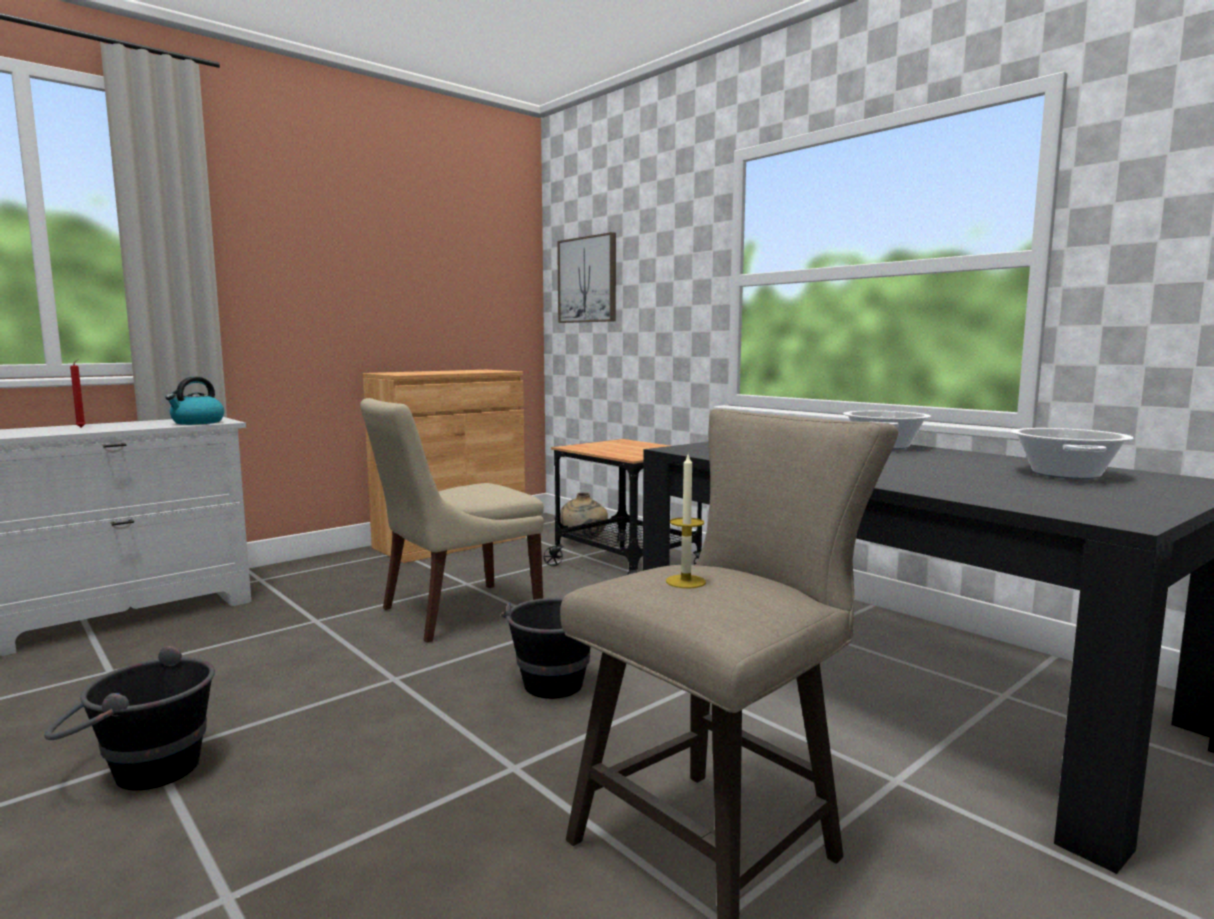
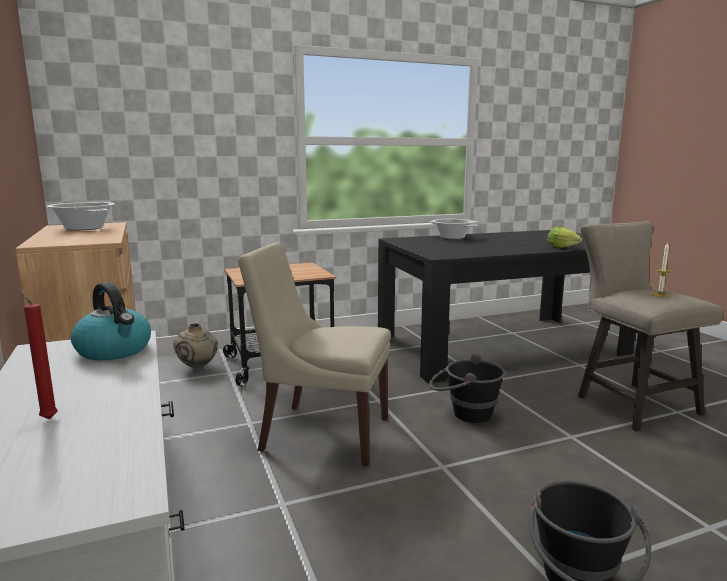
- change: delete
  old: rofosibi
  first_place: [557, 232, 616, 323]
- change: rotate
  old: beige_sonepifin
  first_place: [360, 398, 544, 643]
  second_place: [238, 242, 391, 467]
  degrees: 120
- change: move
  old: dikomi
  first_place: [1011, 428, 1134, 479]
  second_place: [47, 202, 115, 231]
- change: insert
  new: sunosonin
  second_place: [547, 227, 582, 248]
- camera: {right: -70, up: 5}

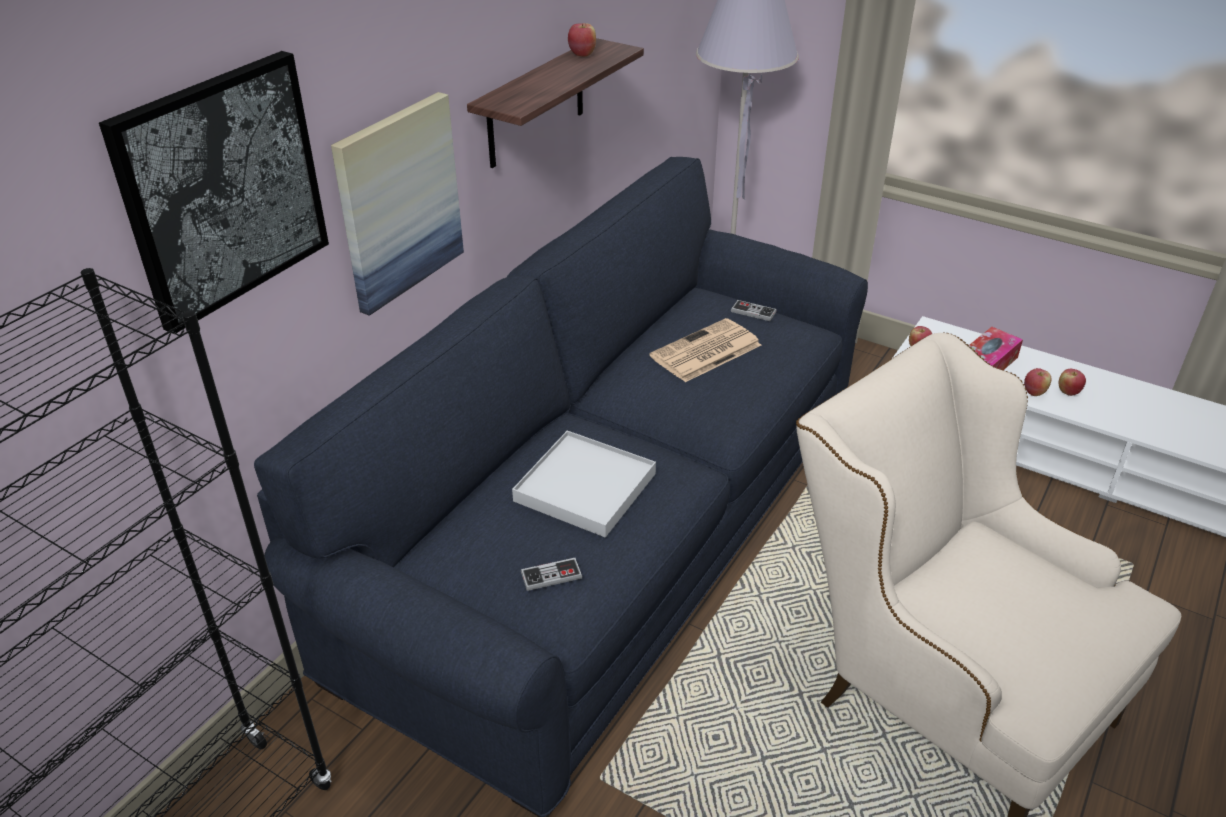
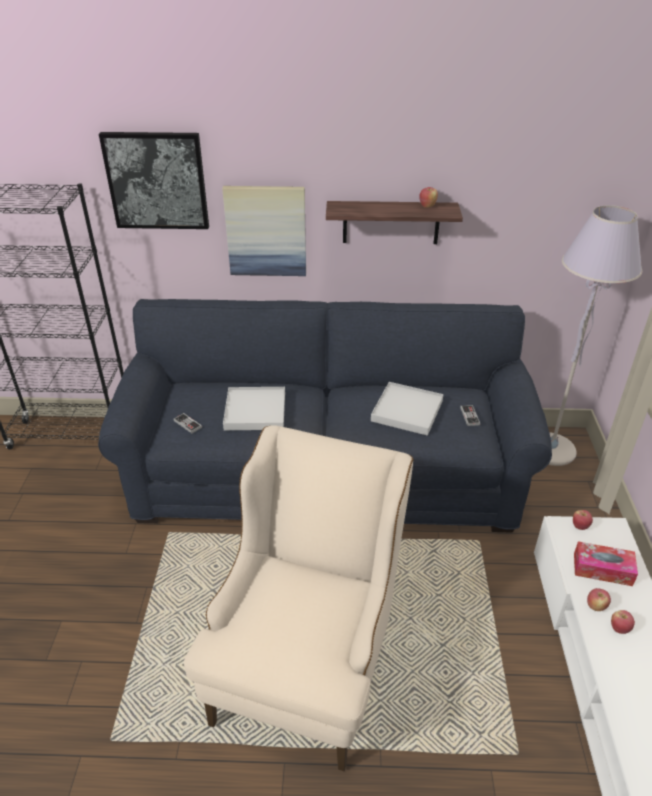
- change: replace
  old: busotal
  new: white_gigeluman
  first_place: [650, 318, 761, 382]
  second_place: [371, 382, 444, 436]
- camera: {right: 60, up: 0}

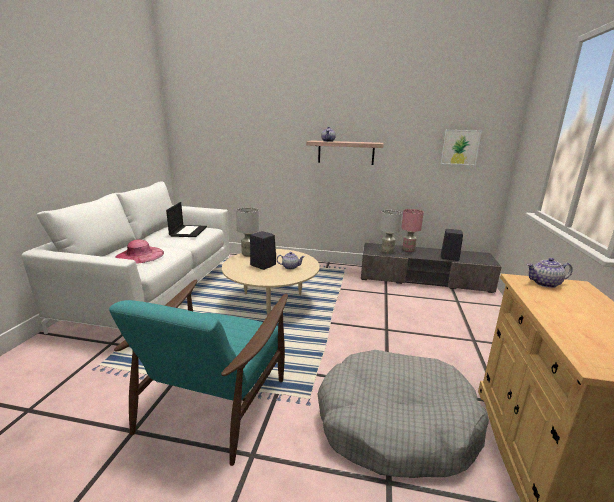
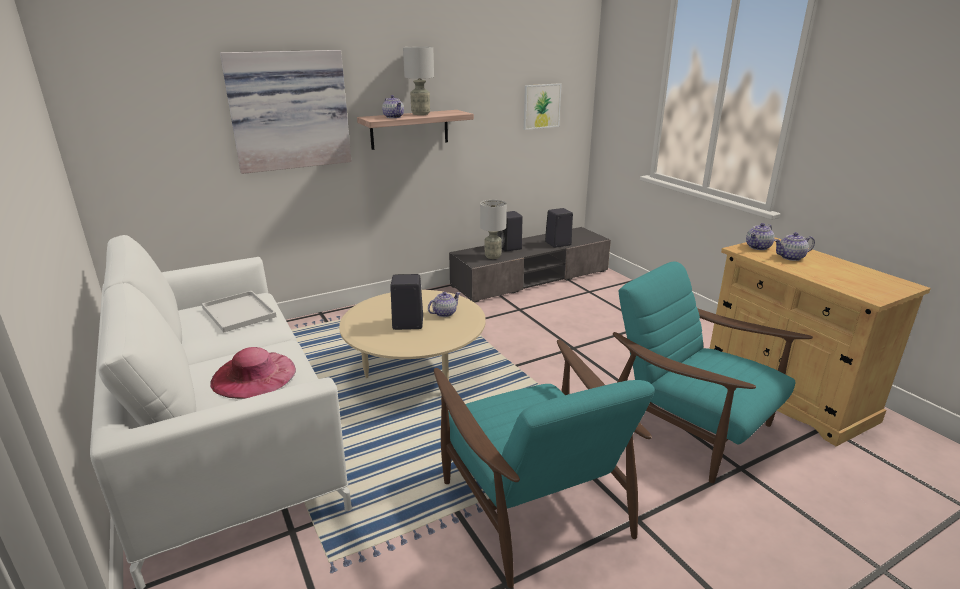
- change: replace
  old: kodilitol
  new: white_gigeluman
  first_place: [166, 202, 207, 237]
  second_place: [202, 291, 277, 332]
- change: move
  old: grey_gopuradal
  first_place: [236, 207, 259, 257]
  second_place: [403, 47, 434, 115]
- change: replace
  old: pink_gopuradal
  new: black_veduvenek
  first_place: [401, 209, 424, 252]
  second_place: [497, 211, 523, 252]
- change: replace
  old: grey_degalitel
  new: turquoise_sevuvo
  first_place: [317, 350, 489, 478]
  second_place: [613, 261, 813, 483]
- change: insert
  new: rofosibi
  second_place: [220, 50, 352, 174]
- change: insert
  new: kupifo
  second_place: [774, 232, 815, 261]
- camera: {right: -40, up: 5}

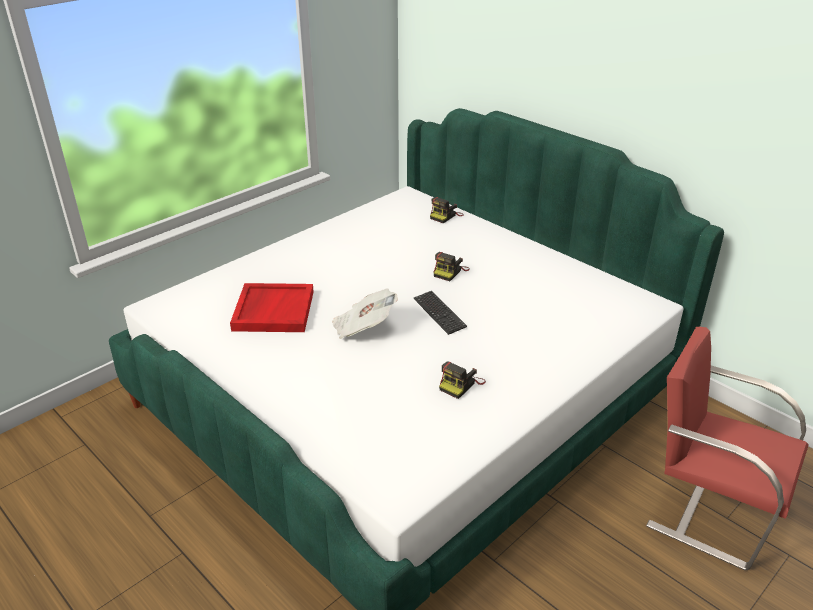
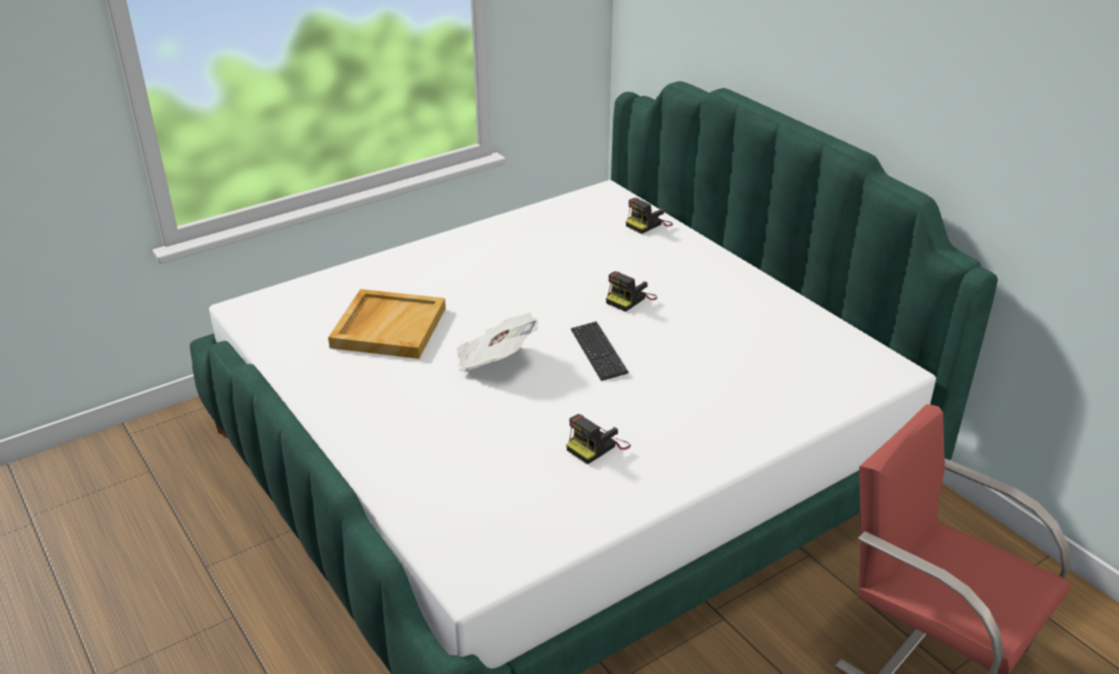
- change: recolor
  old: red_gigeluman
  new: beige_gigeluman
  first_place: [230, 283, 314, 332]
  second_place: [328, 289, 446, 359]
- camera: {right: 10, up: 0}

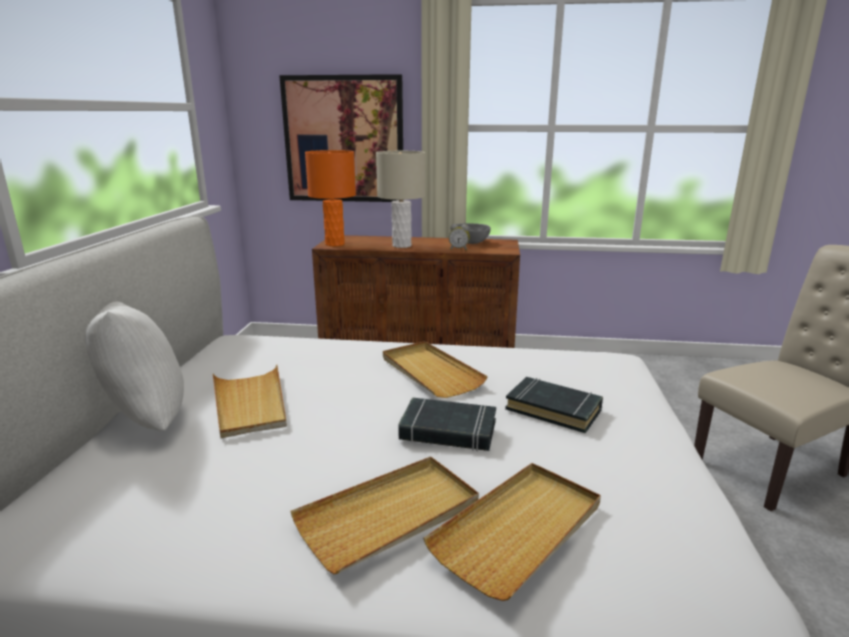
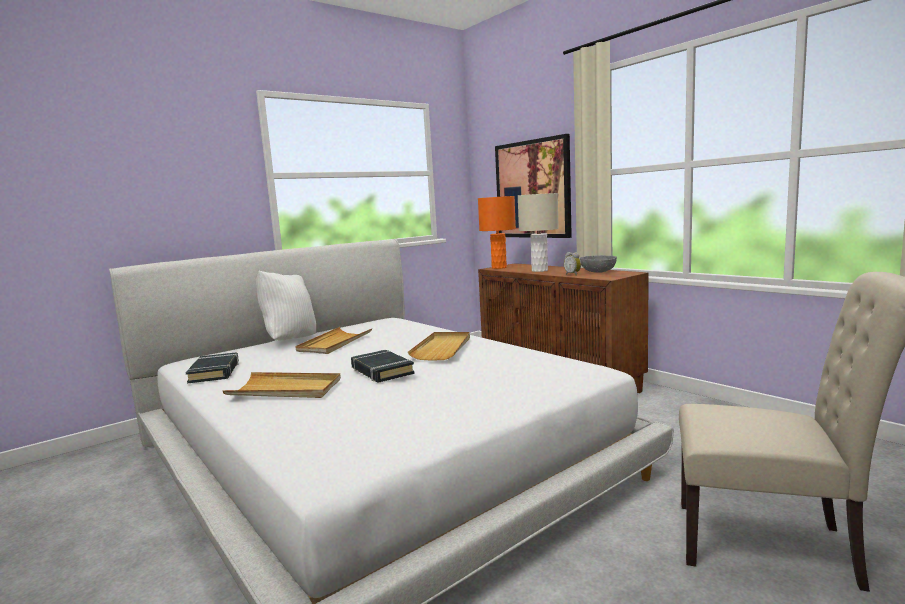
- change: move
  old: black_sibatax
  first_place: [505, 377, 603, 433]
  second_place: [186, 352, 239, 384]
- change: delete
  old: beige_gigeluman
  first_place: [423, 463, 601, 601]
- camera: {right: 45, up: -10}

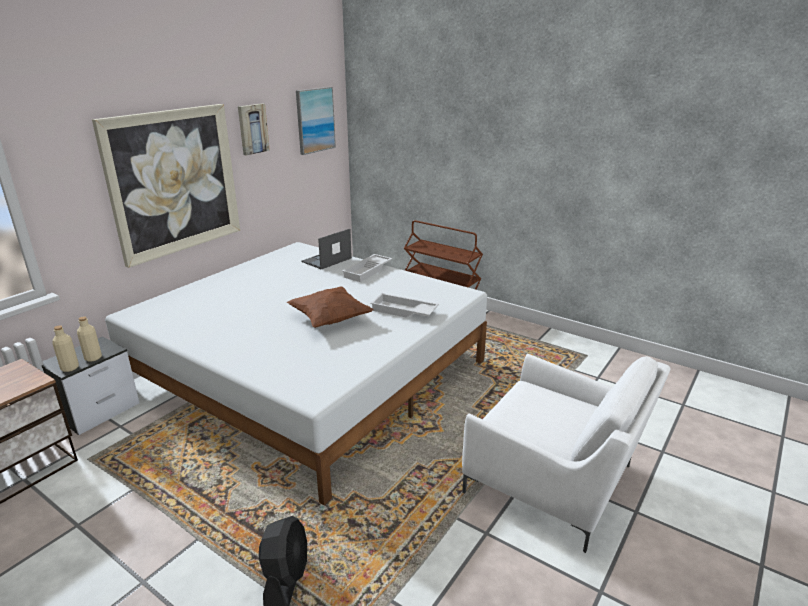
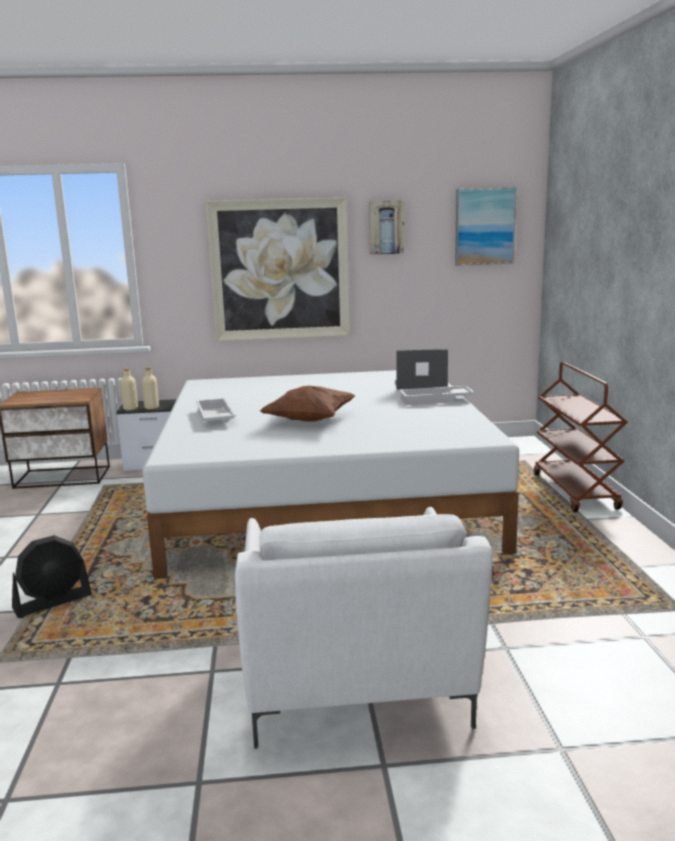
- change: move
  old: white_gigeluman
  first_place: [370, 293, 439, 318]
  second_place: [196, 398, 236, 421]
- camera: {right: 50, up: -10}

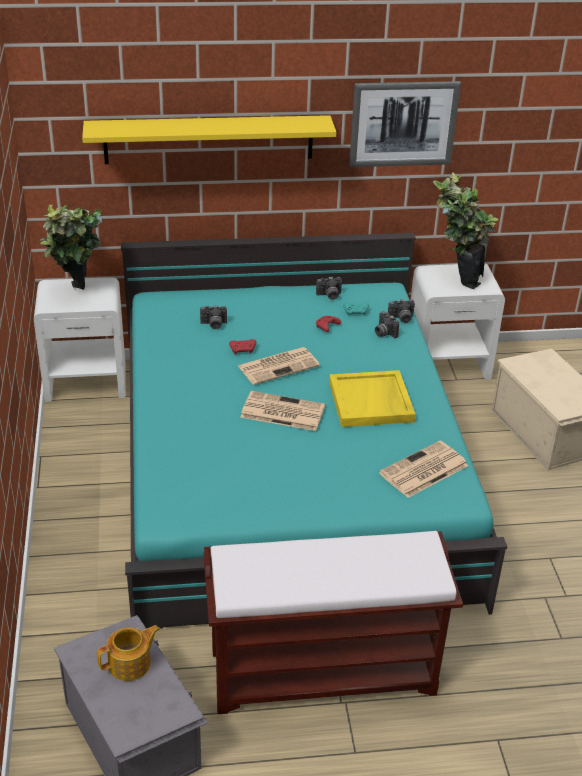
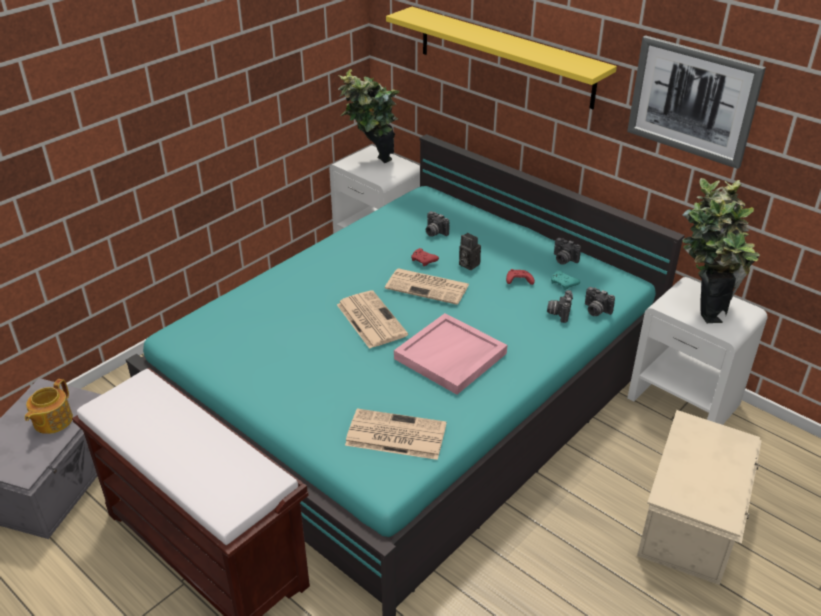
- change: recolor
  old: yellow_gigeluman
  new: pink_gigeluman
  first_place: [329, 370, 416, 427]
  second_place: [394, 313, 507, 395]
- change: rotate
  old: kupifo
  first_place: [97, 625, 160, 681]
  second_place: [25, 379, 73, 434]
  degrees: 90
- change: insert
  new: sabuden
  second_place: [459, 233, 481, 270]
- camera: {right: 50, up: 0}

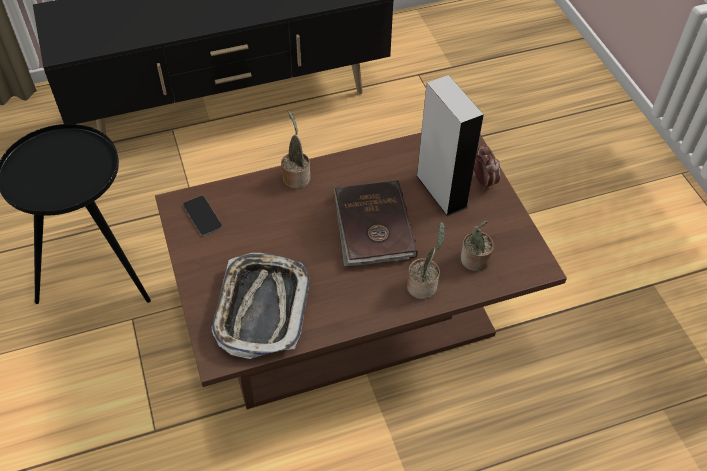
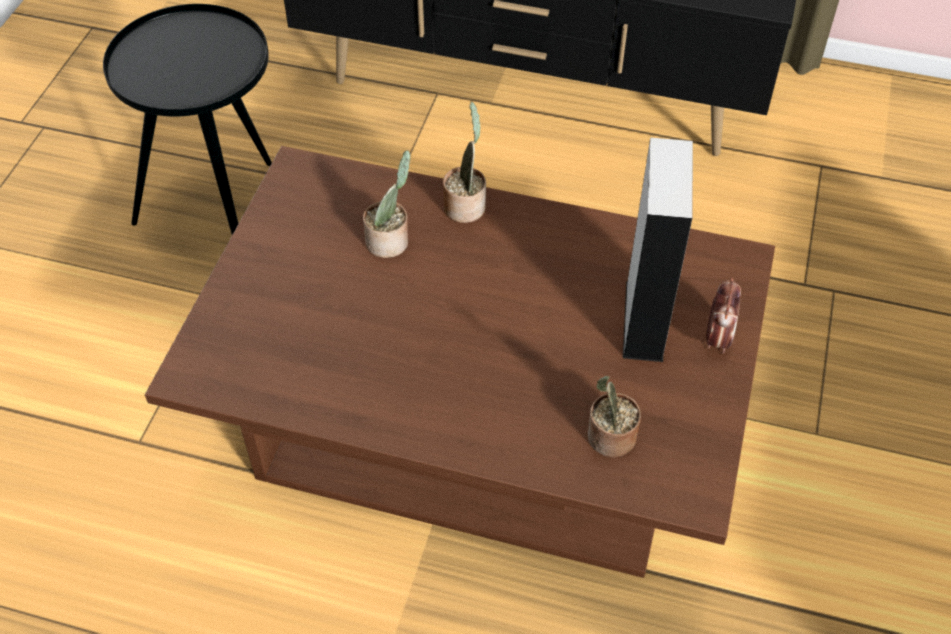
- change: delete
  old: brown_sibatax
  first_place: [334, 180, 418, 266]
- change: delete
  old: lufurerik
  first_place: [183, 196, 222, 236]
- change: move
  old: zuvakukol
  first_place: [407, 222, 445, 299]
  second_place: [363, 150, 411, 258]
- change: delete
  old: gigeluman
  first_place: [212, 253, 309, 359]
- camera: {right: 35, up: 0}

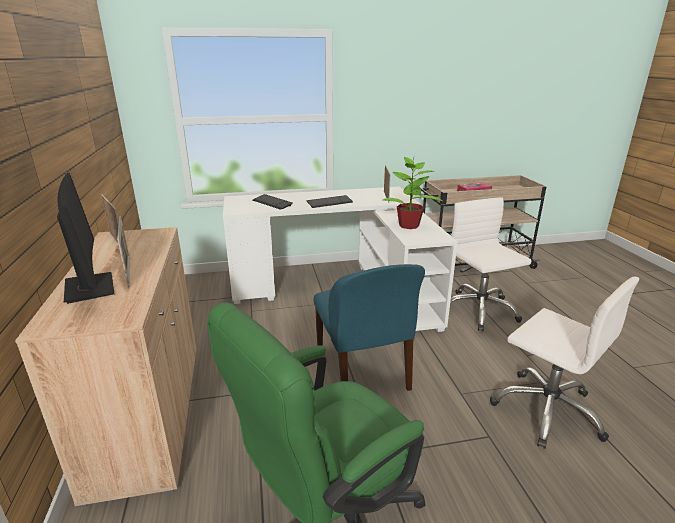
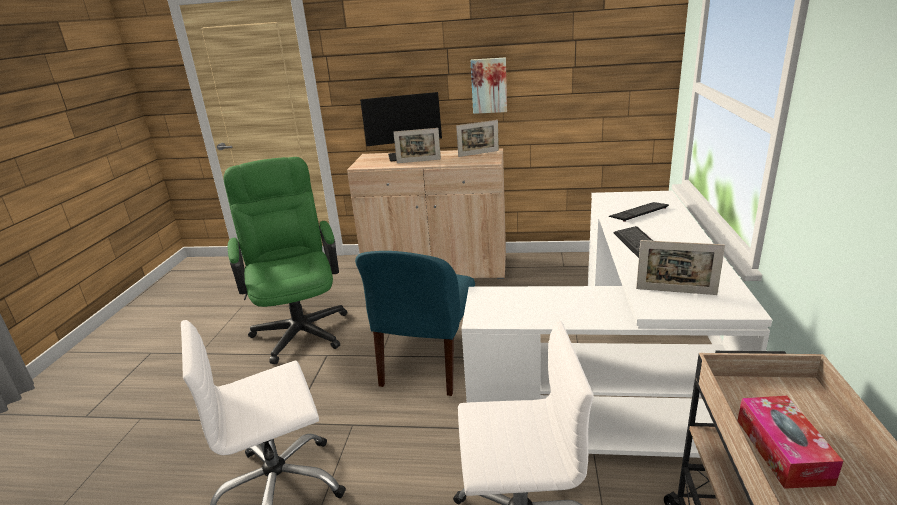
- change: delete
  old: zuvakukol
  first_place: [383, 157, 442, 229]
- change: rotate
  old: blue_sonepifin
  first_place: [314, 264, 425, 391]
  second_place: [355, 251, 475, 396]
  degrees: -75
- change: insert
  new: rofosibi
  second_place: [471, 57, 507, 114]
- camera: {right: 110, up: 0}

